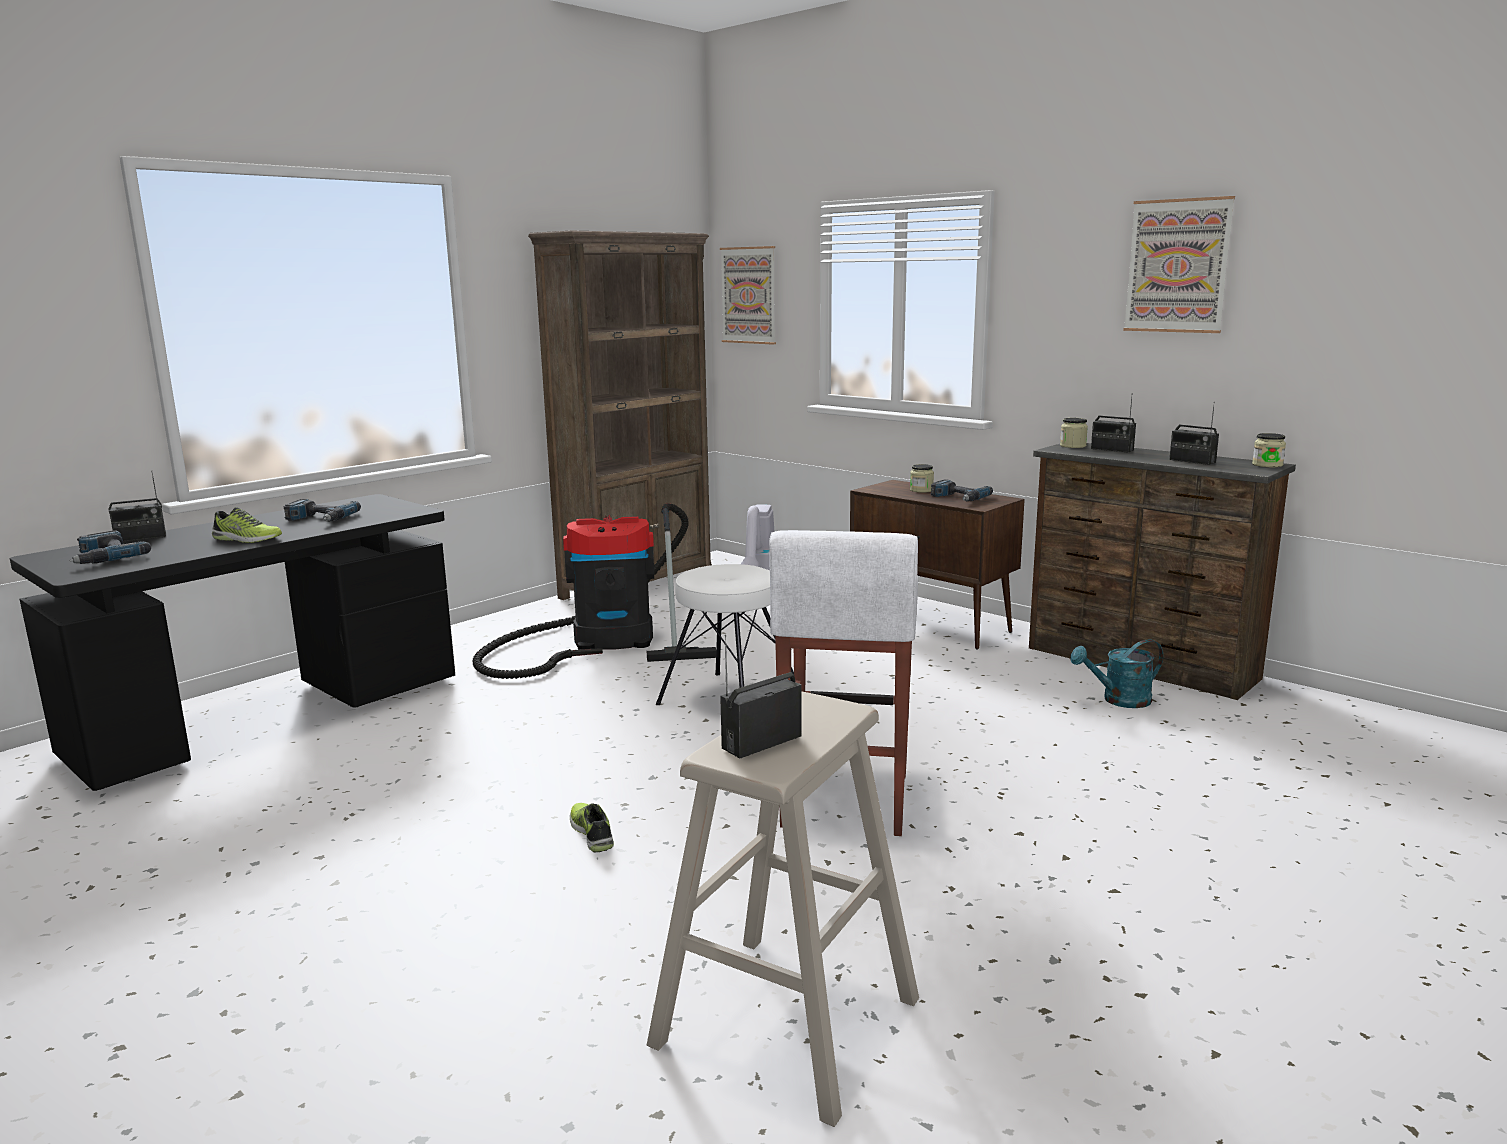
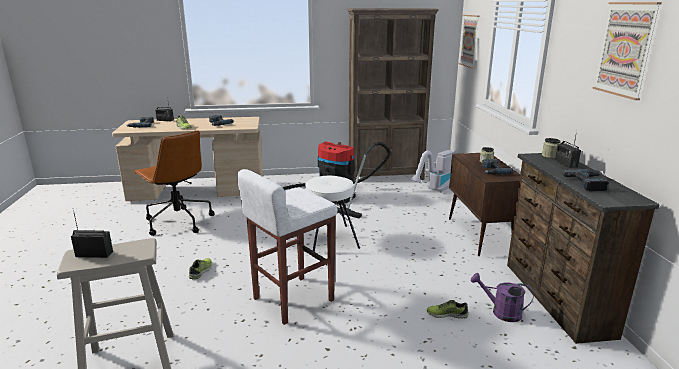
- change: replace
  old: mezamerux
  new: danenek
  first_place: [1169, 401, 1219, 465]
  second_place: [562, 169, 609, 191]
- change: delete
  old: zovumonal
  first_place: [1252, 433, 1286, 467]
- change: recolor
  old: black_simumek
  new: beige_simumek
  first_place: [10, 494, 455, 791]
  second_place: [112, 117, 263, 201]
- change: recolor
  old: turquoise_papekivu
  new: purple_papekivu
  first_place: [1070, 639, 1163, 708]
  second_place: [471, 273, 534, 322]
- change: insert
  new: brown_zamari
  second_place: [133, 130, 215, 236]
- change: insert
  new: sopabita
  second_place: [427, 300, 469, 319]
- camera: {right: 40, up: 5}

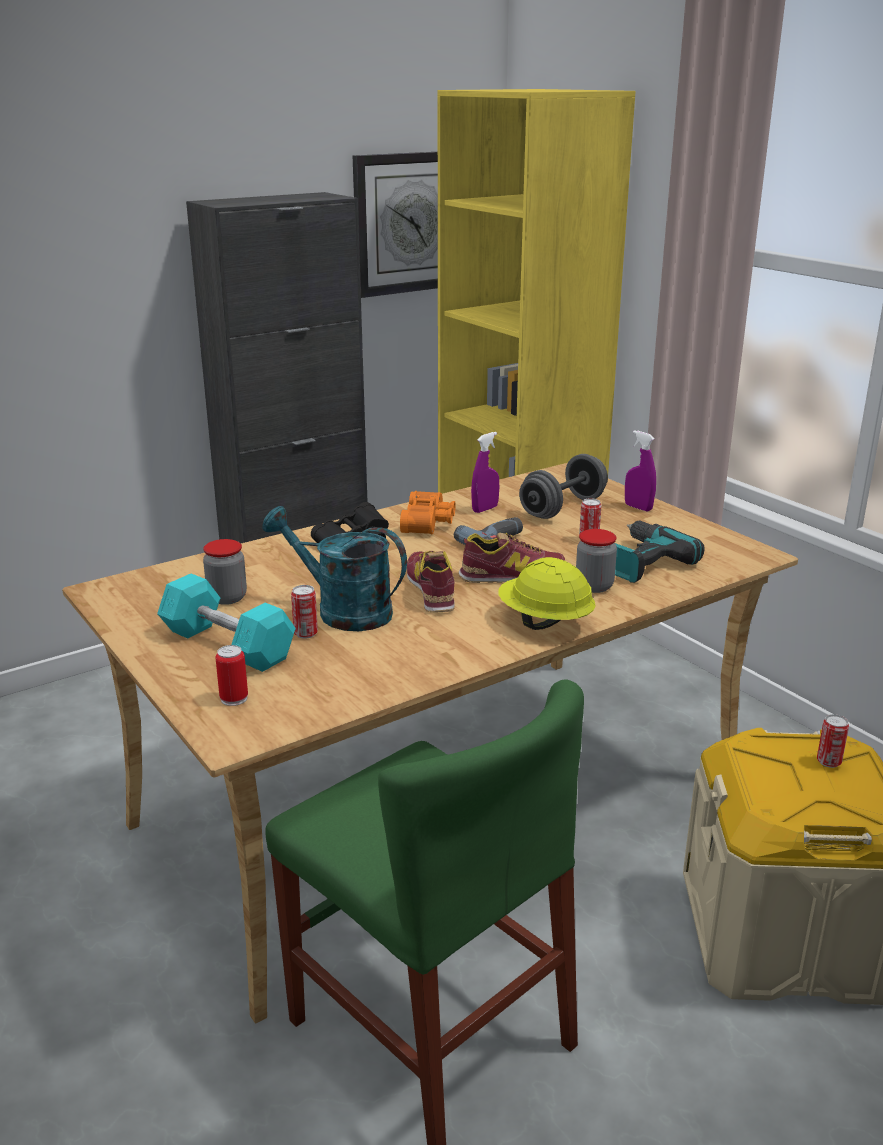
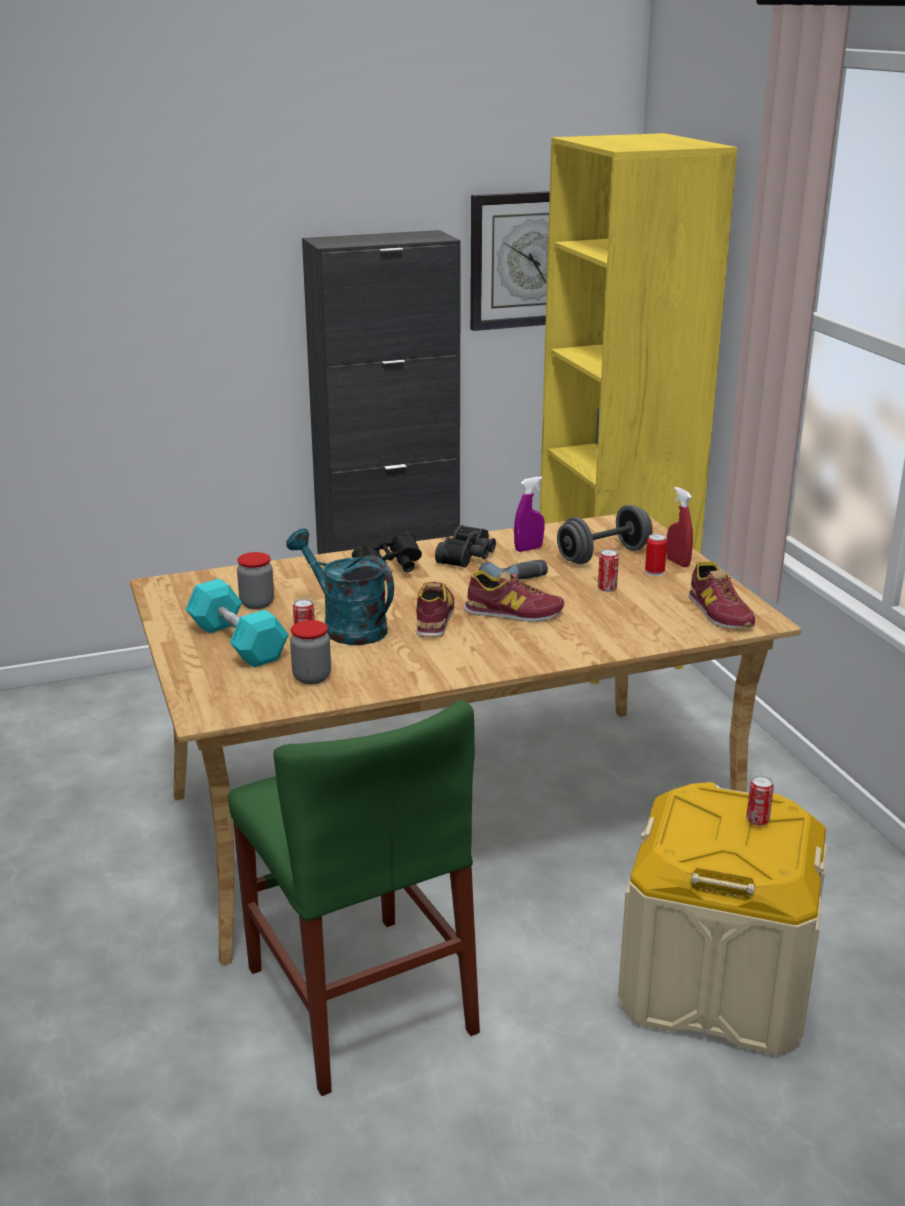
- change: recolor
  old: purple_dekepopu
  new: red_dekepopu
  first_place: [625, 430, 656, 511]
  second_place: [666, 487, 693, 567]
- change: recolor
  old: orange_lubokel
  new: black_lubokel
  first_place: [400, 491, 455, 534]
  second_place: [435, 525, 496, 568]
- change: delete
  old: danenek
  first_place: [615, 520, 705, 583]
- change: move
  old: zovumonal
  first_place: [576, 529, 617, 593]
  second_place: [290, 620, 331, 684]
- change: delete
  old: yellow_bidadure
  first_place: [498, 557, 596, 630]
- change: move
  old: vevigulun
  first_place: [215, 645, 248, 706]
  second_place: [645, 534, 667, 576]
- change: insert
  new: sopabita
  second_place: [689, 562, 755, 629]
- camera: {right: 15, up: 0}

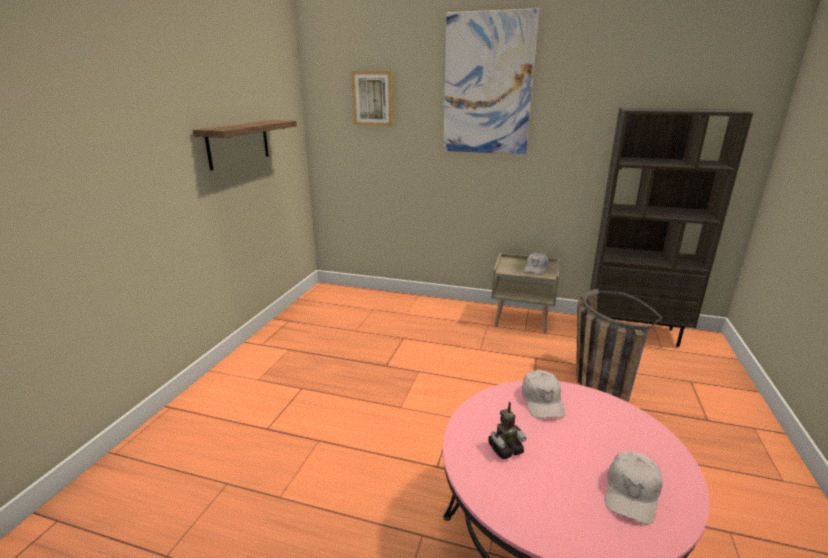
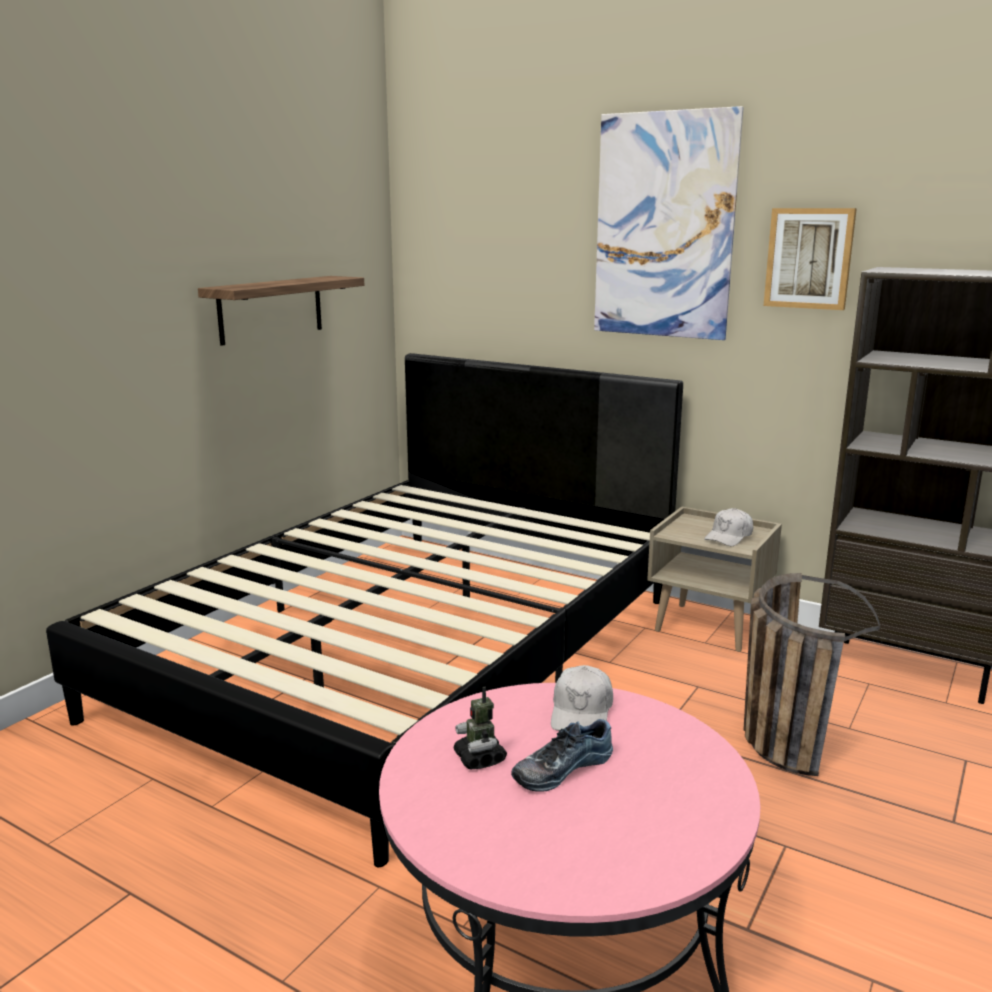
- change: move
  old: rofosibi
  first_place: [351, 71, 393, 126]
  second_place: [763, 208, 857, 310]
- change: rotate
  old: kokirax
  first_place: [488, 402, 527, 459]
  second_place: [454, 687, 507, 769]
  degrees: 75
- change: delete
  old: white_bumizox
  first_place: [605, 451, 663, 525]
- change: insert
  new: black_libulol
  second_place: [46, 353, 683, 867]
- change: insert
  new: sopabita
  second_place: [511, 719, 613, 792]
- camera: {right: 15, up: -5}

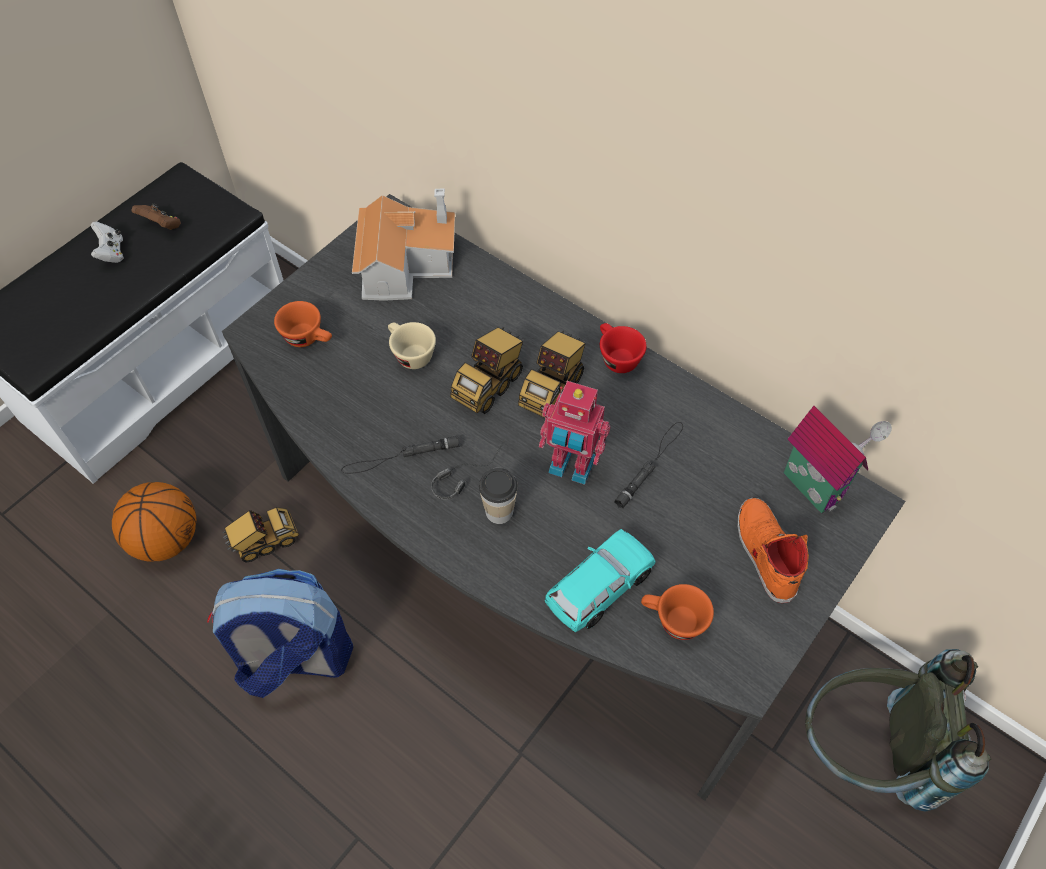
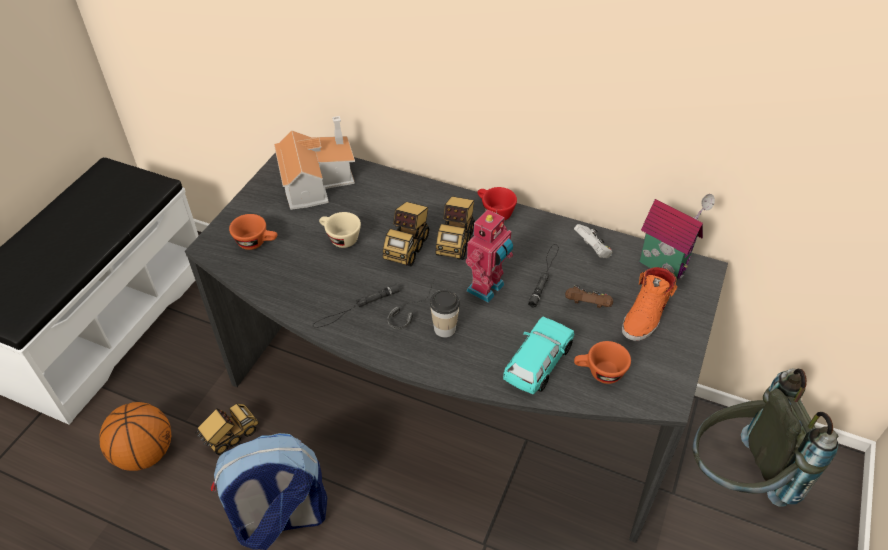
- change: move
  old: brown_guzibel
  first_place: [132, 203, 181, 230]
  second_place: [565, 285, 613, 308]
- change: move
  old: white_guzibel
  first_place: [91, 222, 124, 263]
  second_place: [574, 224, 613, 258]
- change: rotate
  old: kokirax
  first_place: [539, 381, 610, 485]
  second_place: [466, 209, 513, 303]
  degrees: -60
- change: rotate
  old: orange_sopabita
  first_place: [737, 498, 809, 603]
  second_place: [622, 267, 677, 341]
  degrees: -120
- camera: {right: -15, up: -10}

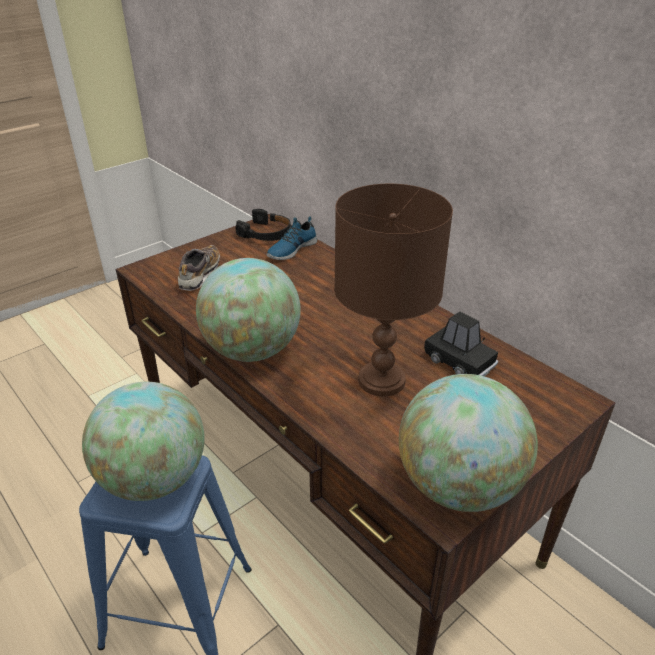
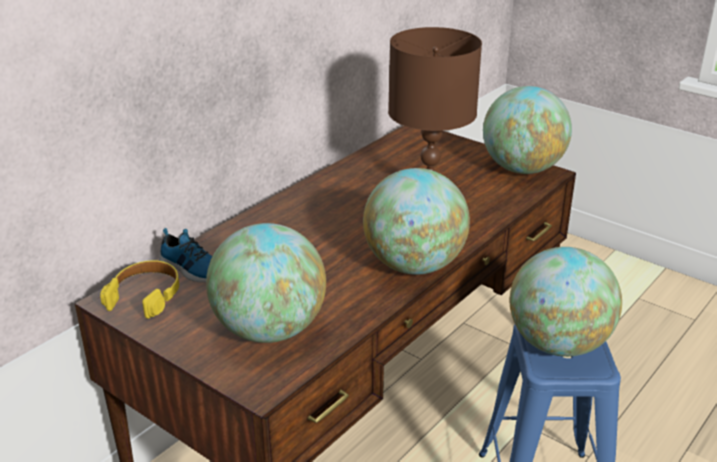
- change: recolor
  old: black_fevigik
  new: yellow_fevigik
  first_place: [236, 209, 291, 241]
  second_place: [100, 260, 179, 319]
- change: replace
  old: sopabita
  new: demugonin
  first_place: [178, 245, 220, 291]
  second_place: [206, 223, 326, 343]
- change: delete
  old: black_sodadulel
  first_place: [424, 312, 498, 376]
- camera: {right: -100, up: -5}

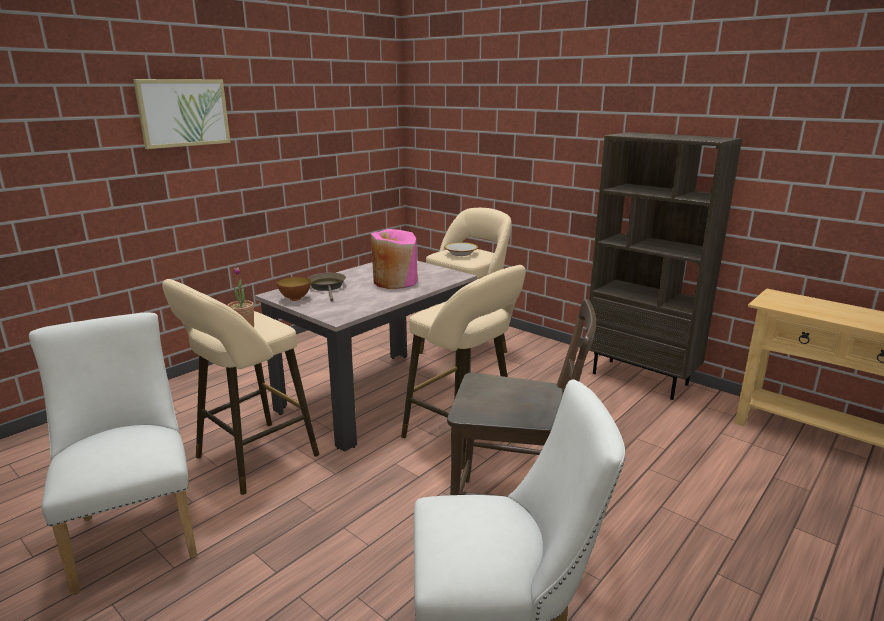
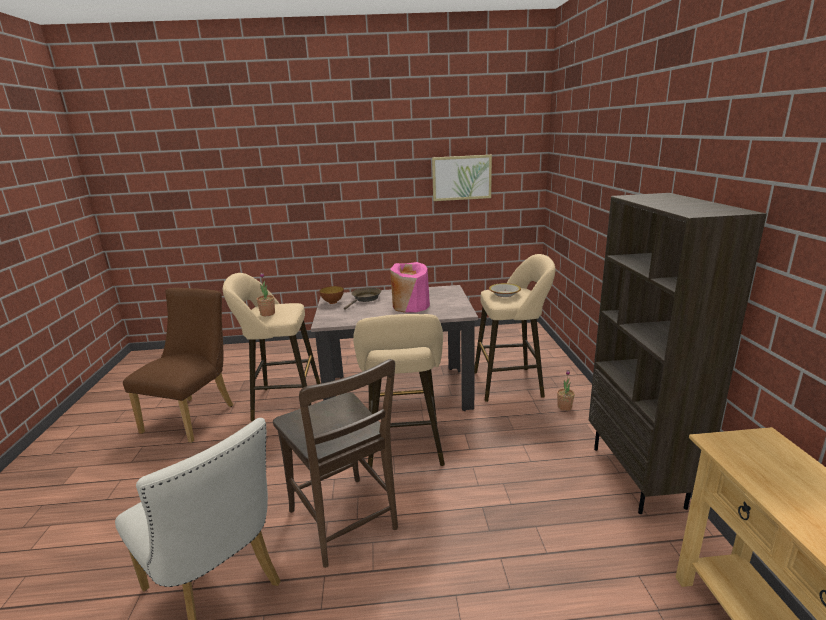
- change: move
  old: rofosibi
  first_place: [133, 79, 231, 149]
  second_place: [432, 155, 492, 201]
- change: recolor
  old: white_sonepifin
  new: brown_sonepifin
  first_place: [29, 312, 197, 595]
  second_place: [123, 288, 233, 443]
- change: insert
  new: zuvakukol
  second_place: [557, 370, 575, 411]
- camera: {right: 45, up: 0}

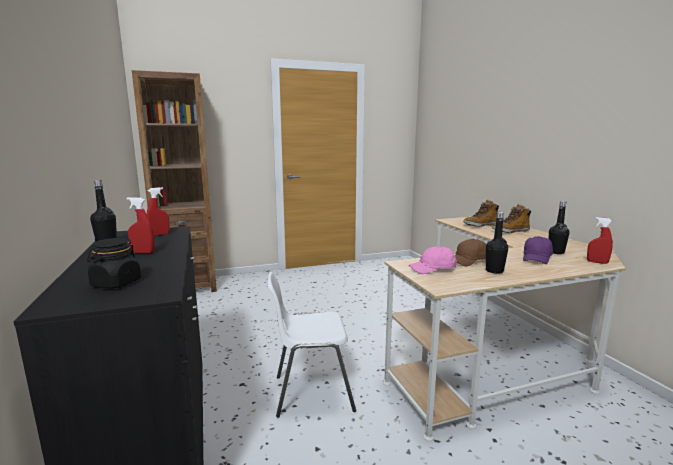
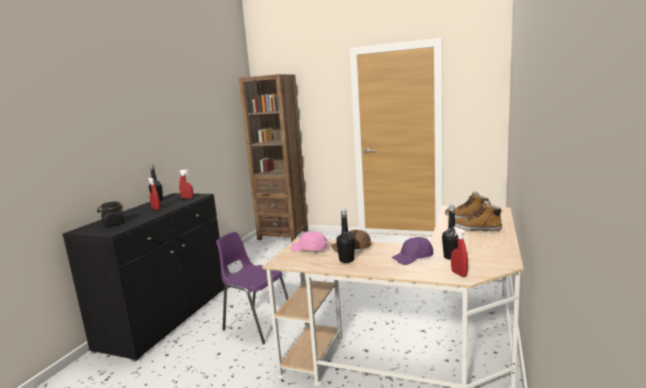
- change: recolor
  old: white_sonepifin
  new: purple_sonepifin
  first_place: [268, 272, 356, 418]
  second_place: [216, 232, 289, 344]
- camera: {right: 40, up: 0}

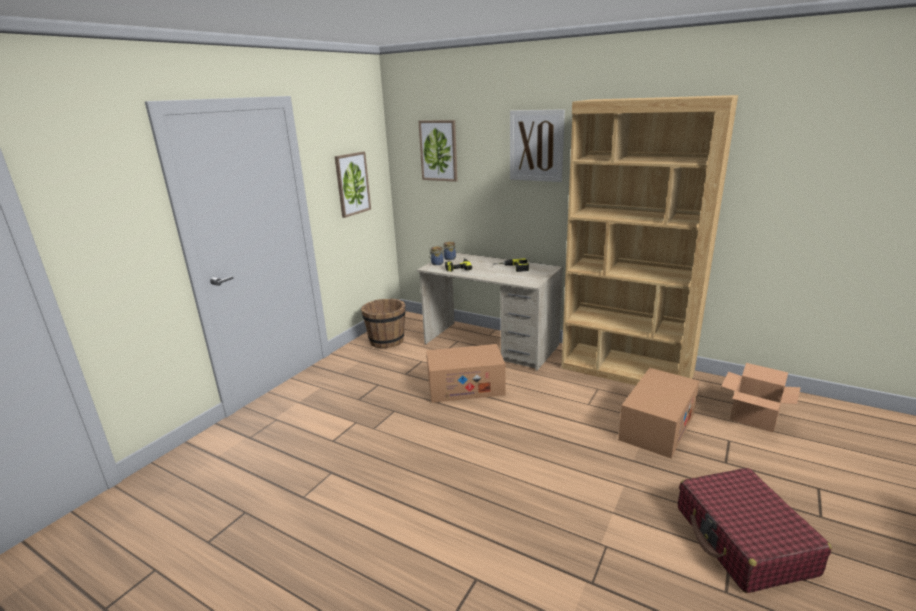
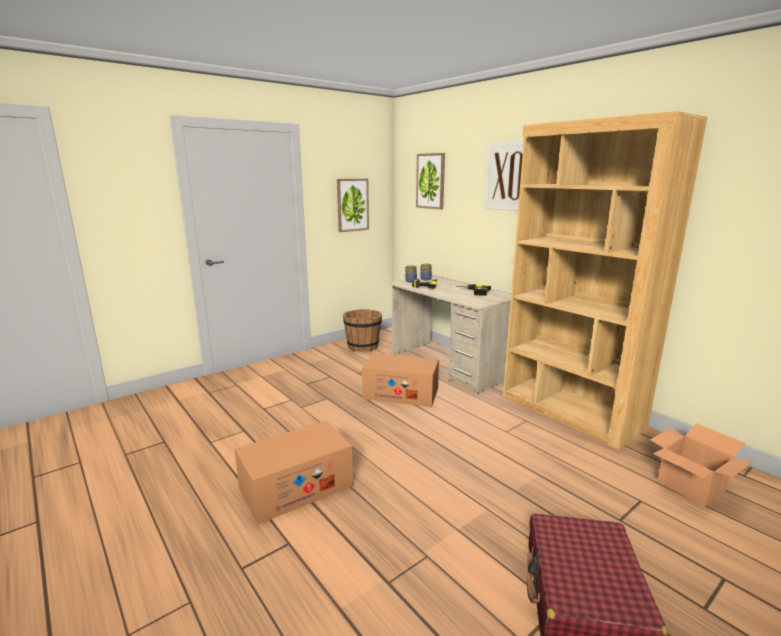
- change: move
  old: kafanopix
  first_place: [618, 368, 699, 458]
  second_place: [235, 421, 353, 524]
- camera: {right: 20, up: -5}

